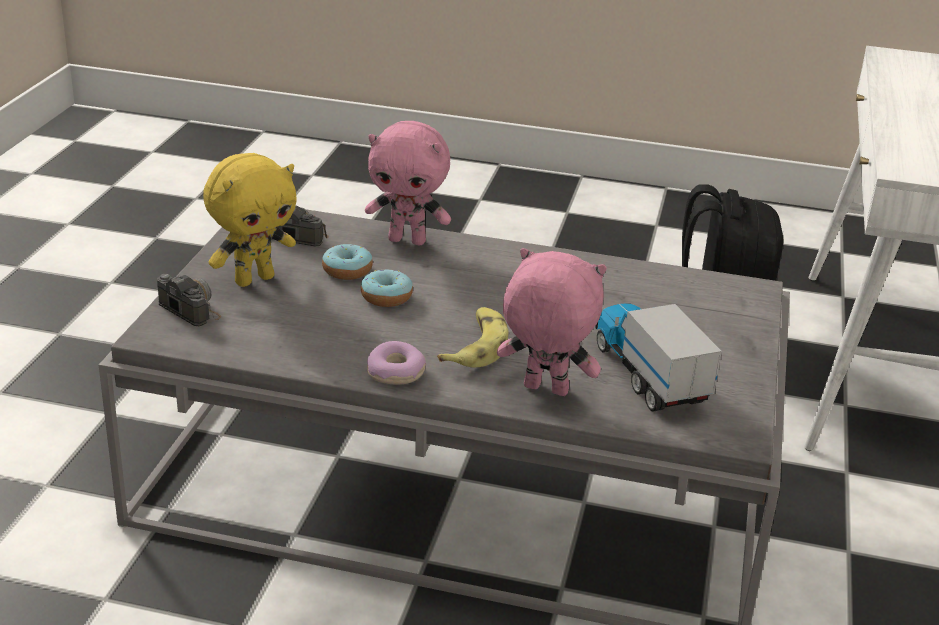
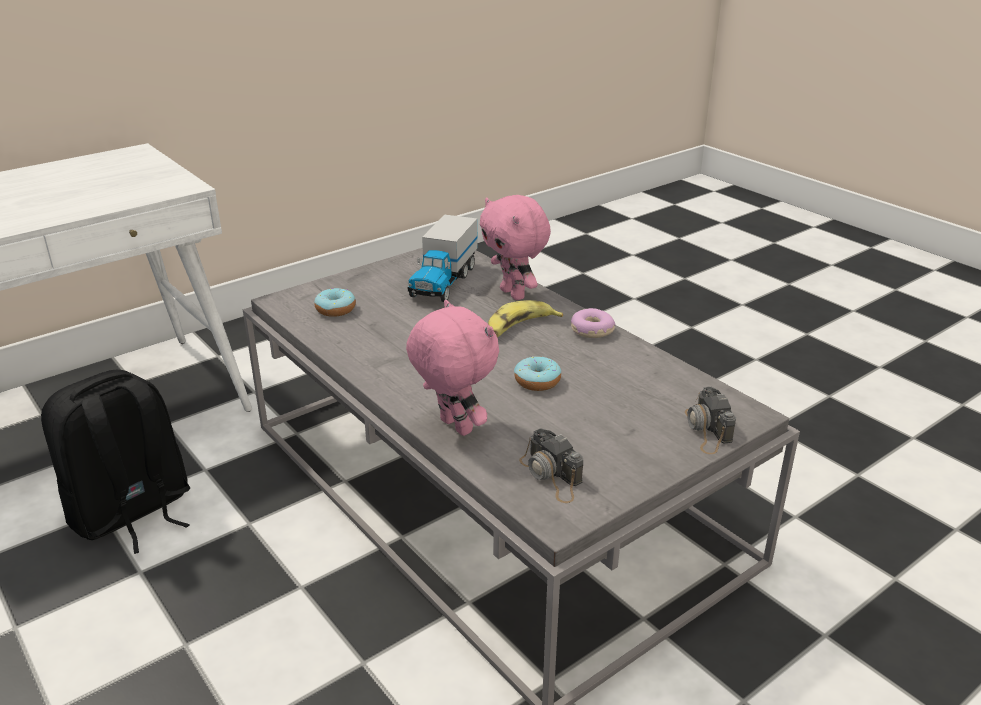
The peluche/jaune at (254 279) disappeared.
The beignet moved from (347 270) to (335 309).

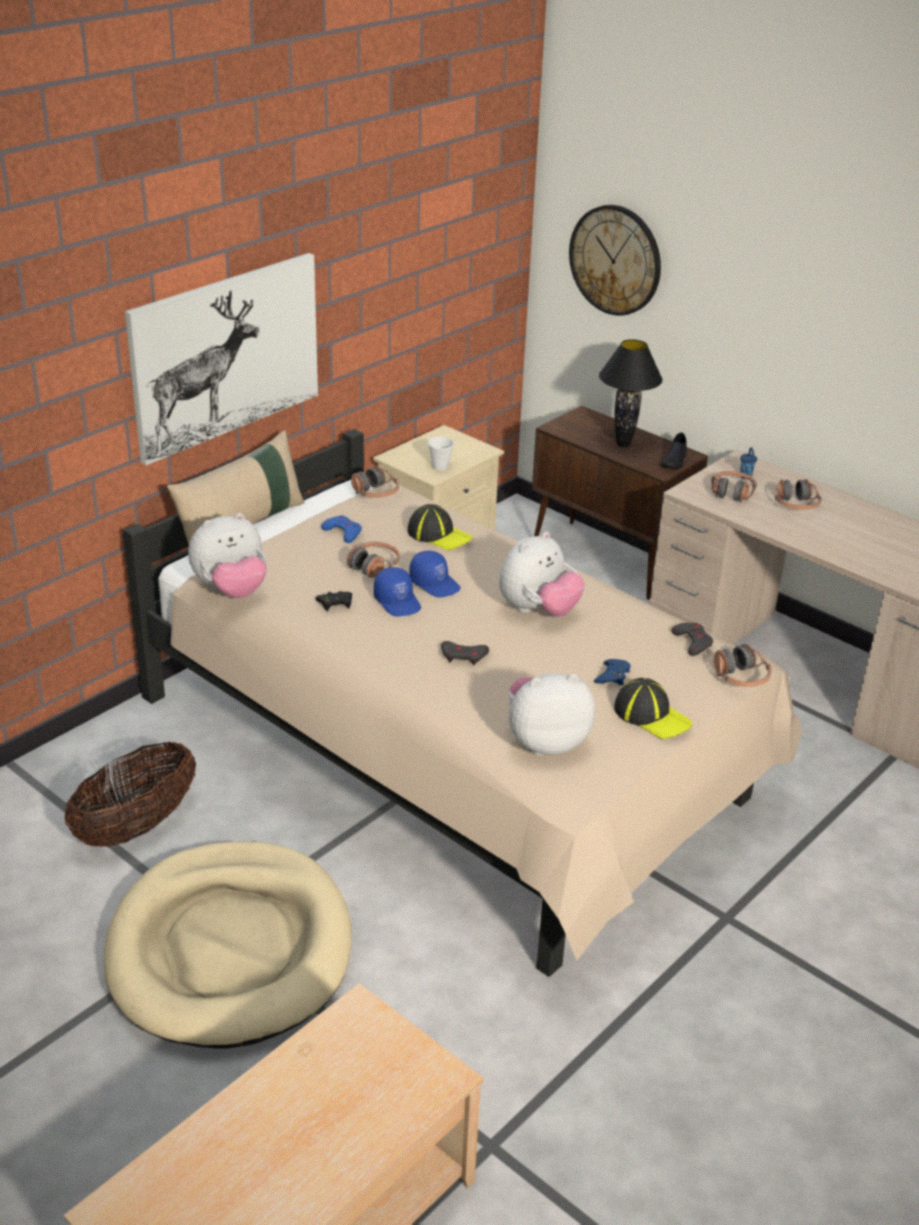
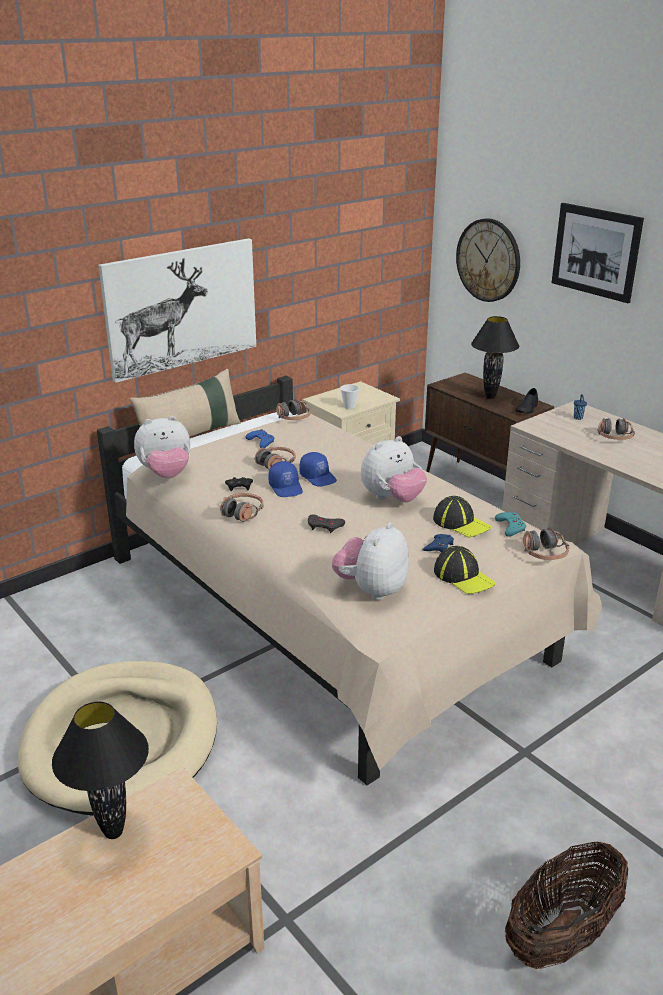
The casque audio moved from (731 493) to (242 513).
The casquette moved from (439 535) to (461 523).
The manette/gris at (692 642) became the manette/turquoise at (510 527).
The peluche at (545 741) turned 60 degrees counterclockwise.
The panier moved from (136 827) to (561 935).
The tableau at (596 252) appeared.
The lampe de table/noir at (112 833) appeared.

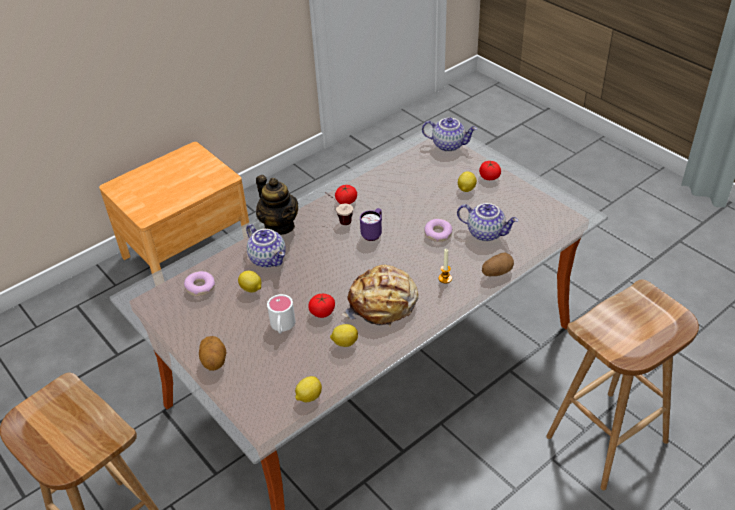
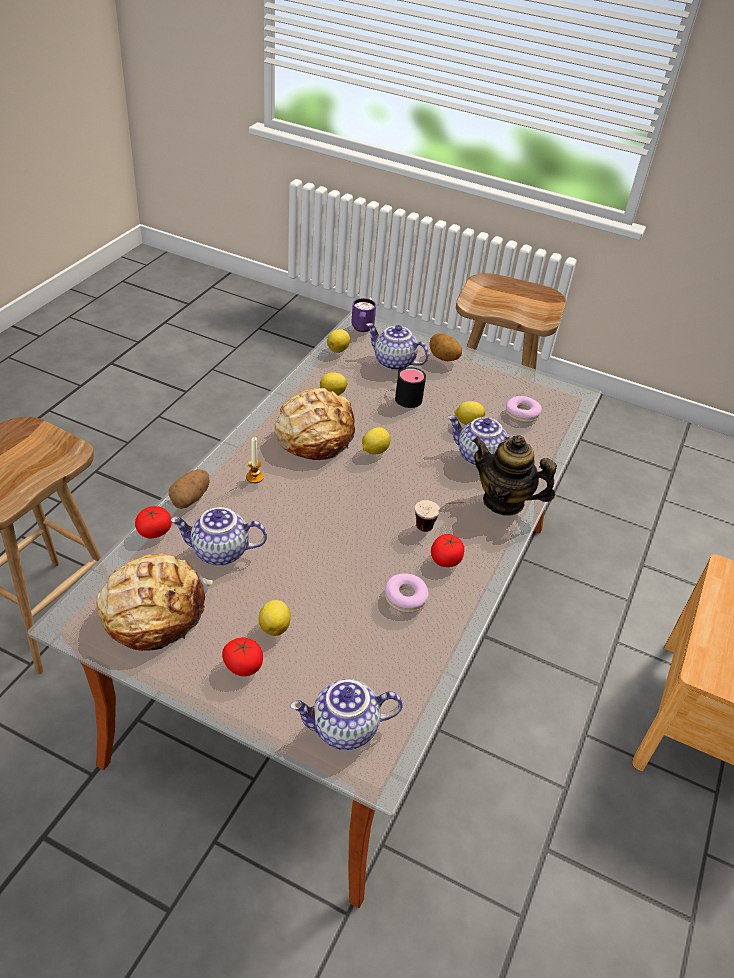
The mug/violet moved from (373 233) to (362 329).
The beignet moved from (438 234) to (405 597).
The mug/blanc at (282 326) became the mug/noir at (405 395).
The tomate moved from (322 312) to (154 531).
The théière at (393 362) appeared.
The citron at (374 451) appeared.
The pain at (153 611) appeared.

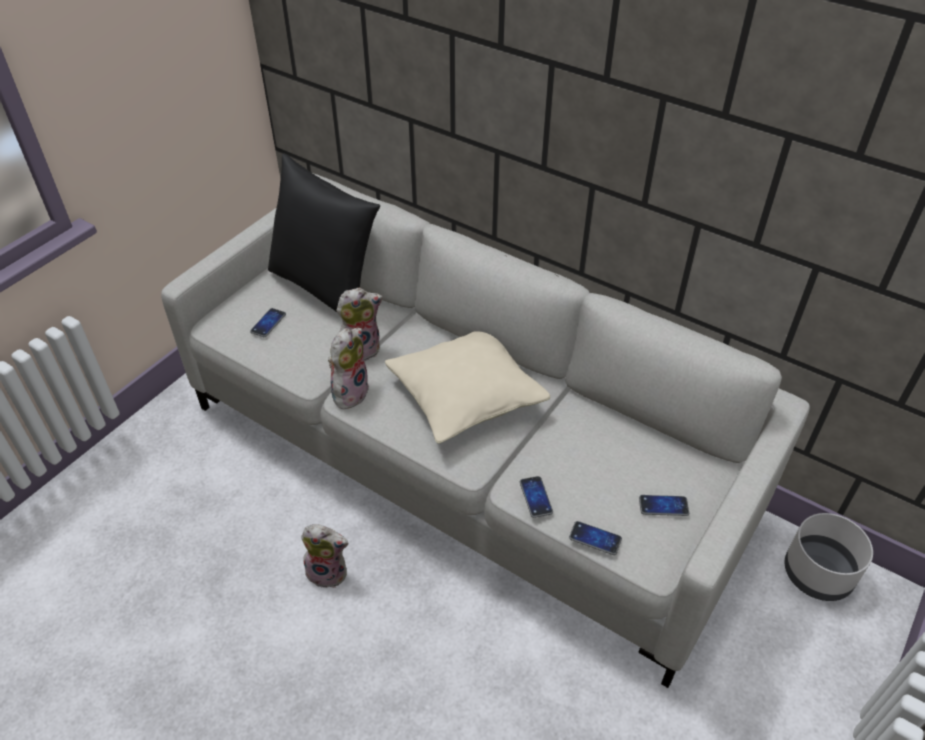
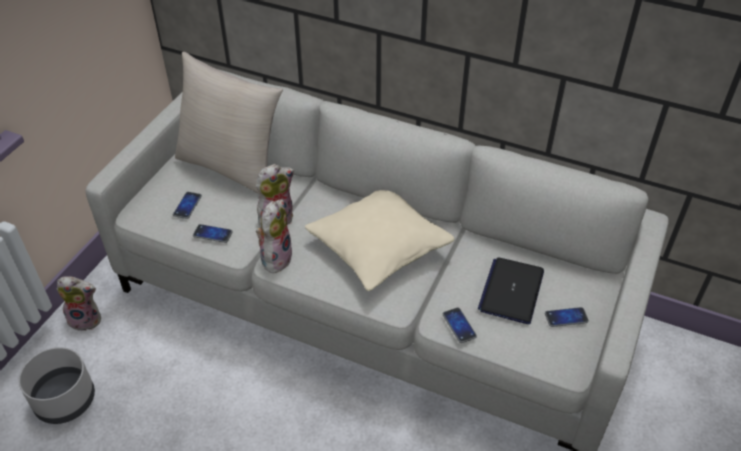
The coussin/noir at (326 287) became the coussin/beige at (232 167).
The cache-pot/gris moved from (818 573) to (66 400).
The téléphone moved from (595 538) to (212 234).
The peluche moved from (329 571) to (87 319).
The ordinateur portable at (511 291) appeared.

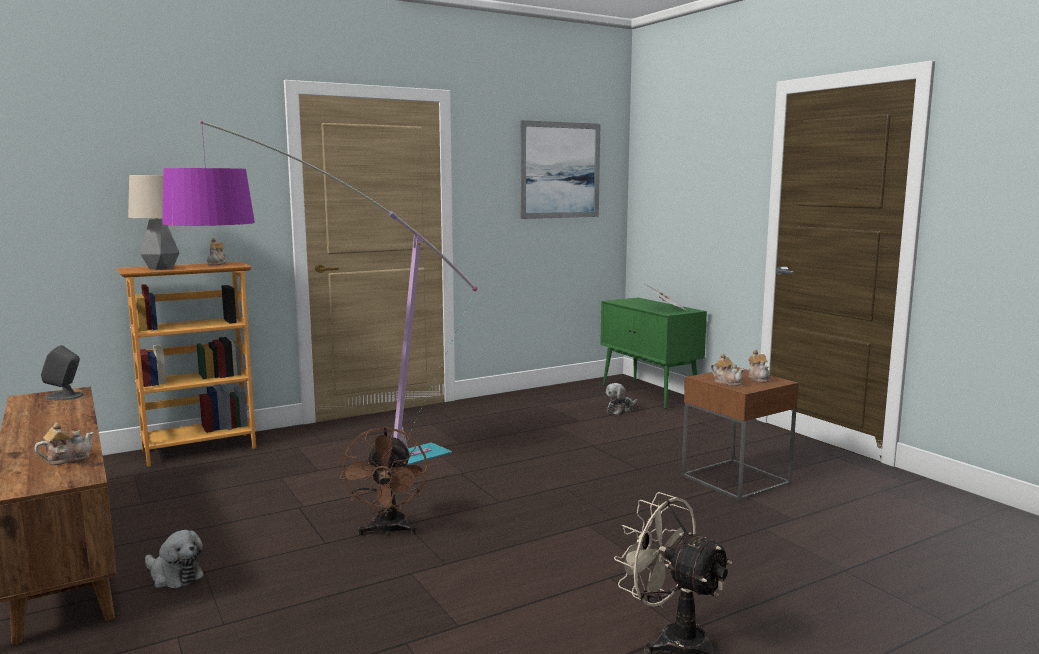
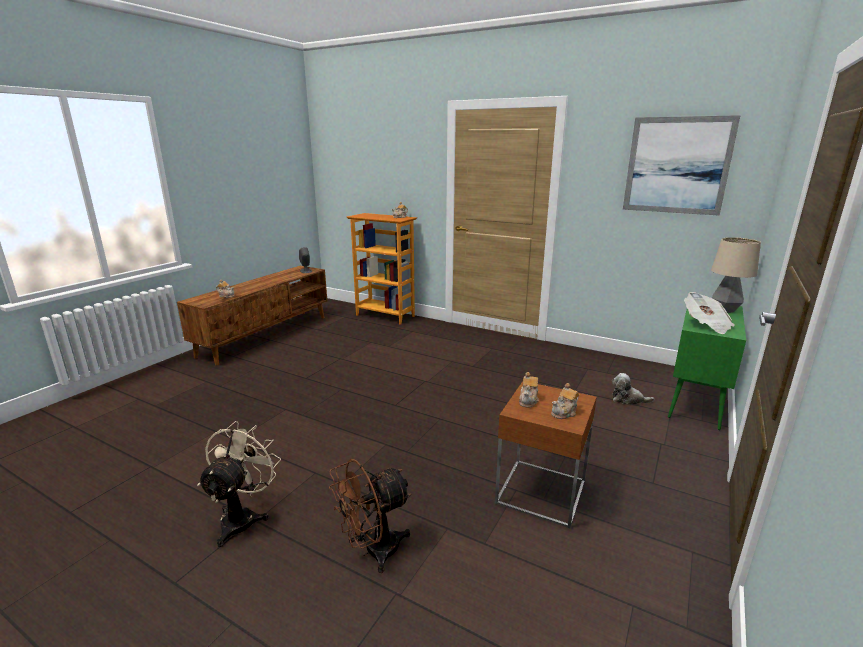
The lampadaire at (322 481) disappeared.
The lampe de table moved from (161 268) to (725 310).
The ventilateur/marron moved from (388 531) to (373 551).
The peluche at (174 576) disappeared.

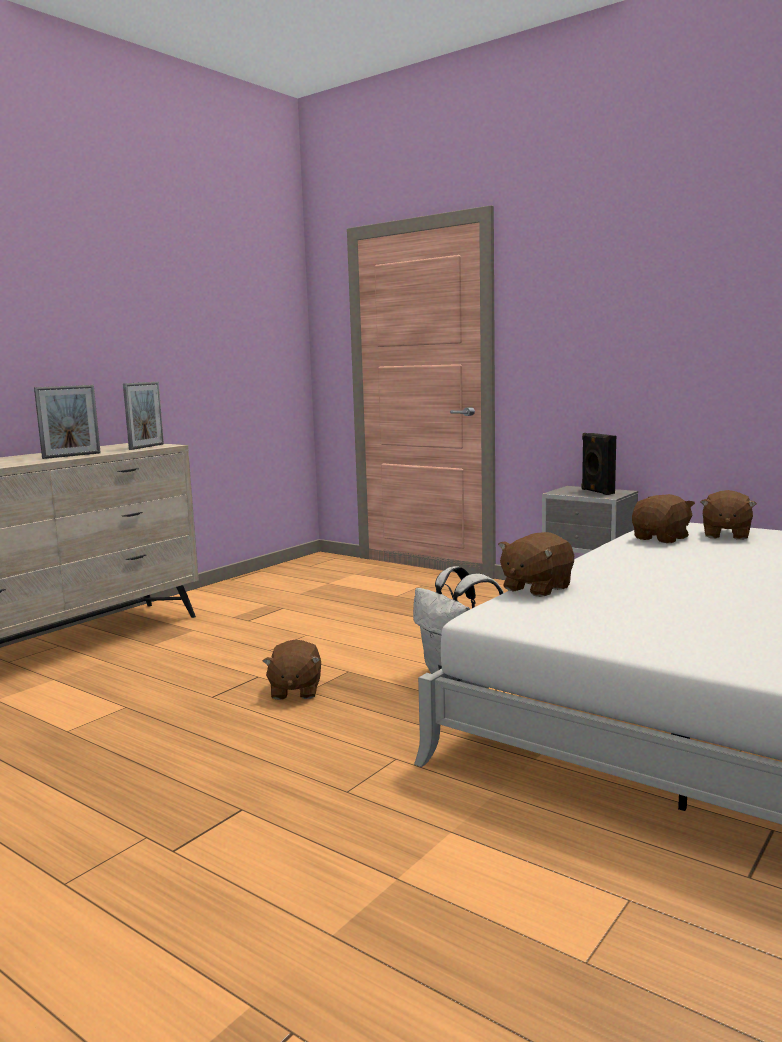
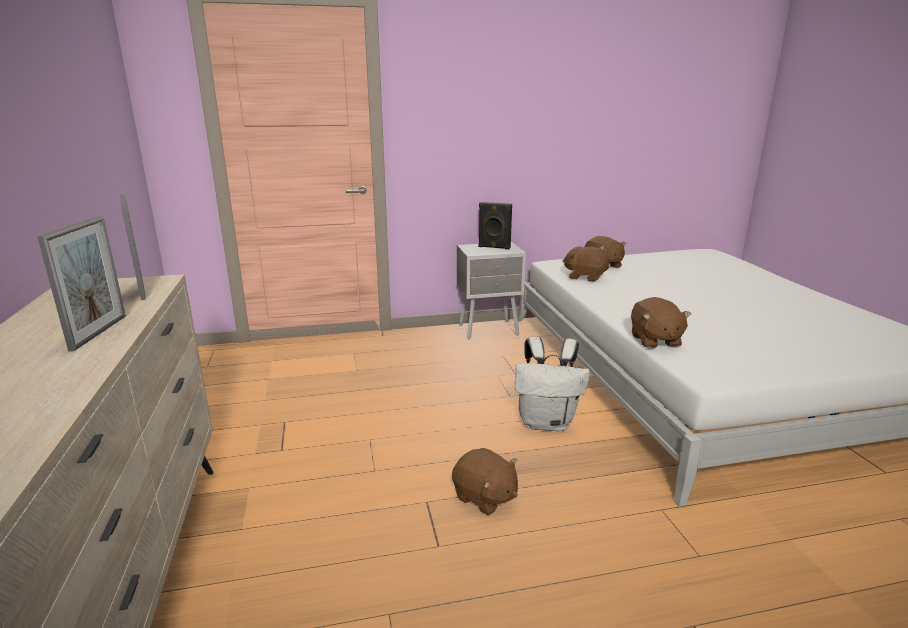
The peluche/marron at (661 538) turned 60 degrees counterclockwise.

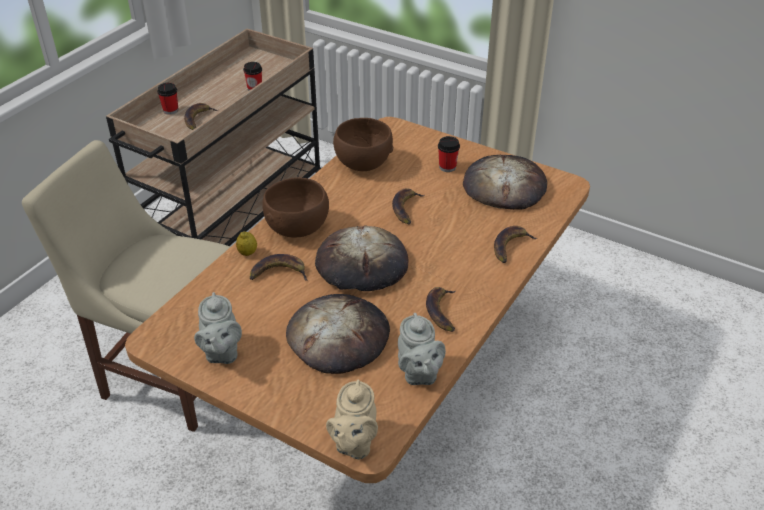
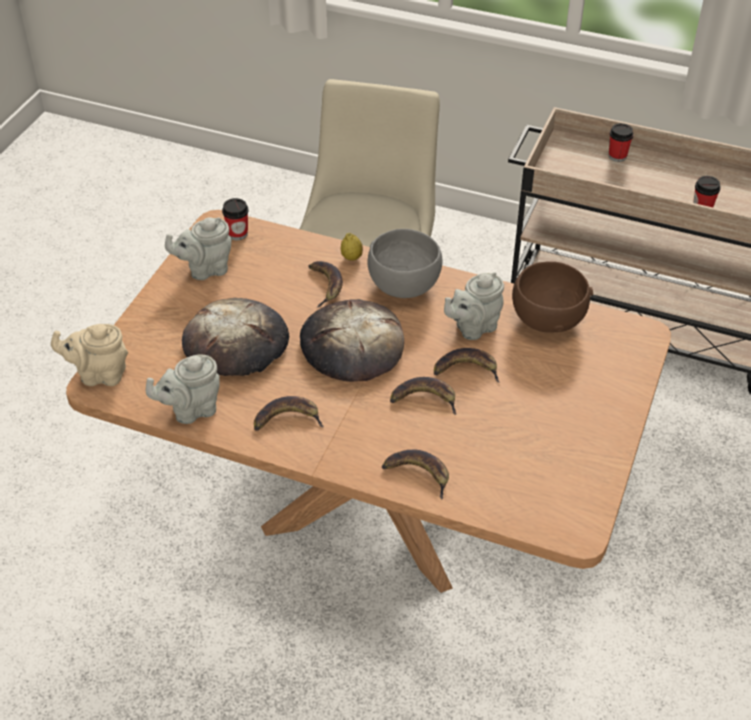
The banane moved from (198 119) to (424 399).
The tasse moved from (447 167) to (237 234).
The pain at (504 186) disappeared.
The bol/marron at (298 228) became the bol/gris at (403 286).
The théière/gris at (473 327) appeared.

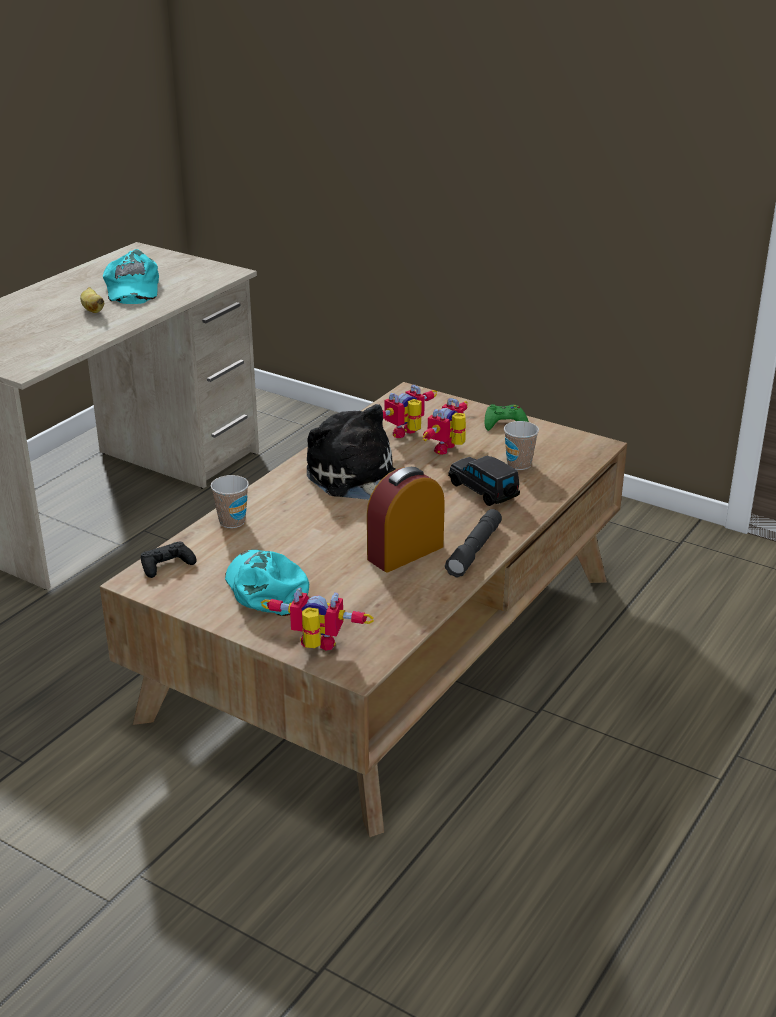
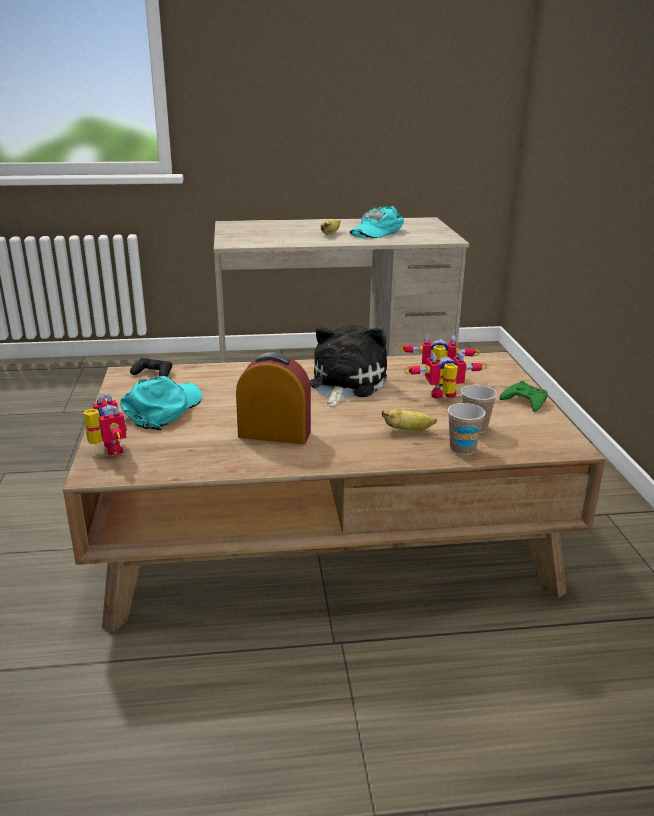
The petite voiture/noir at (484 492) was replaced by the banane at (408 430).
The tasse moved from (232 522) to (462 449).
The lampe de poche/gris at (474 550) disappeared.

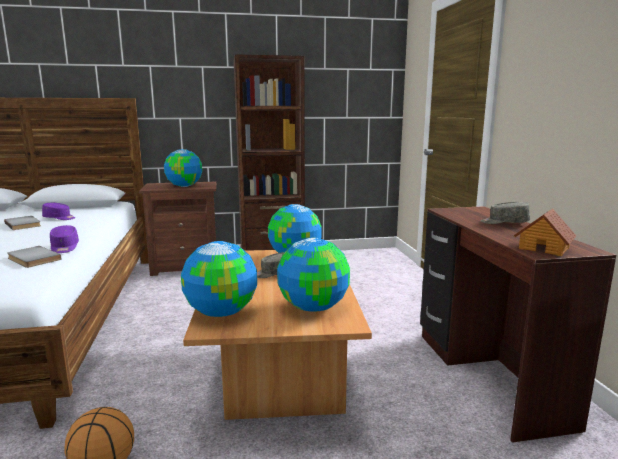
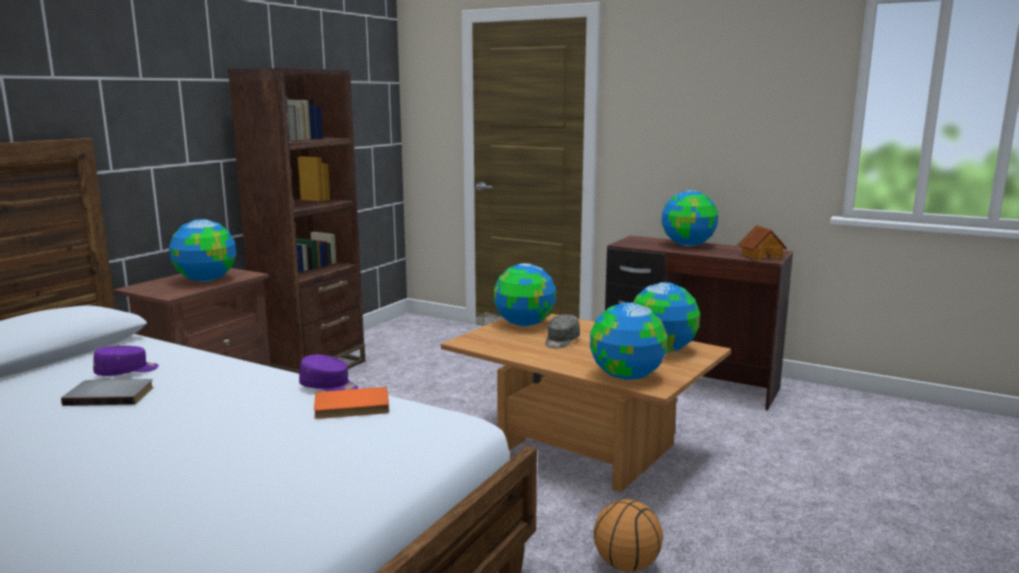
The casquette/gris at (504 223) was replaced by the globe at (688 245).
The livre/gris at (32 259) became the livre/orange at (352 407).

